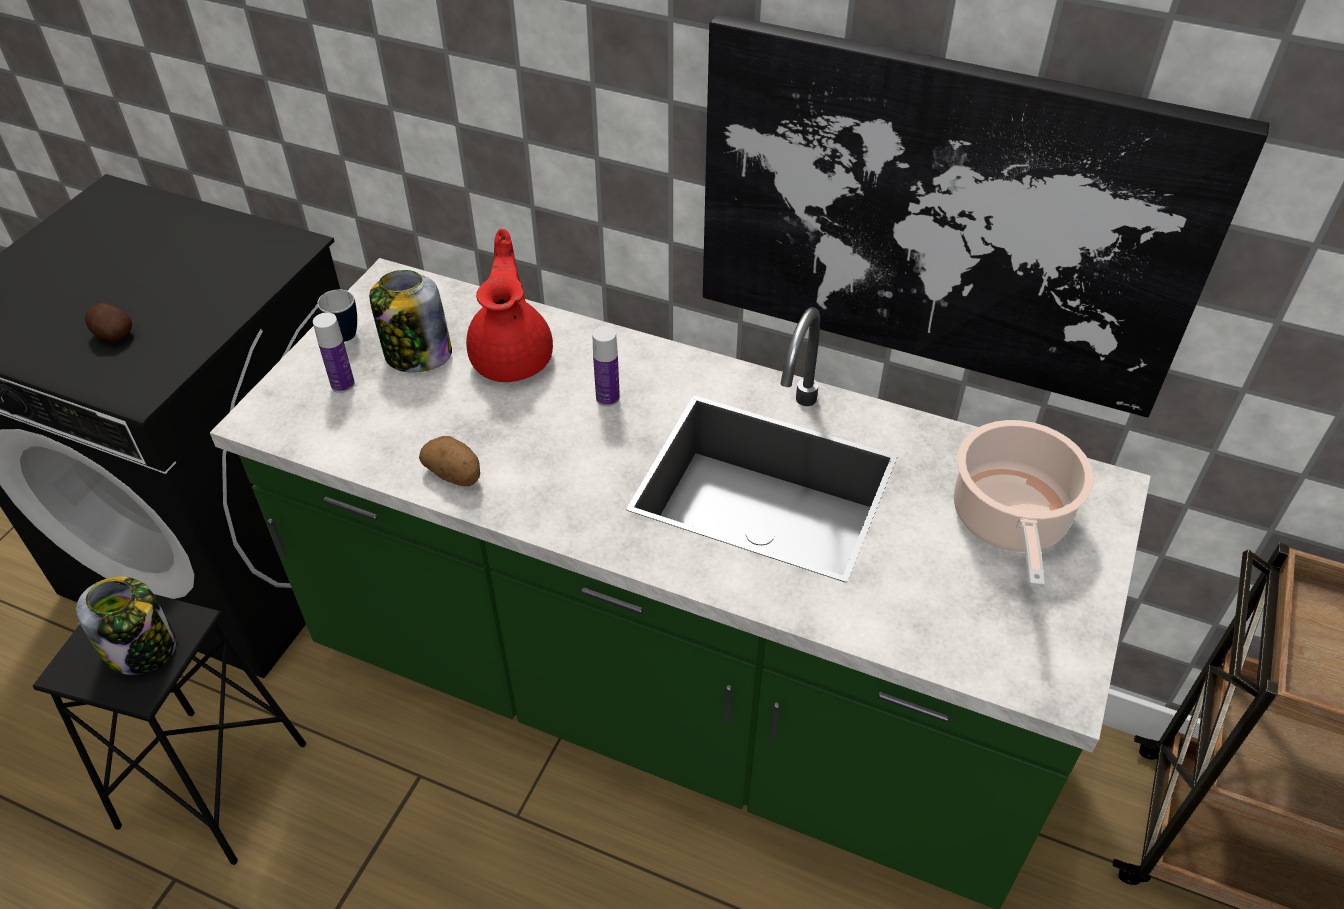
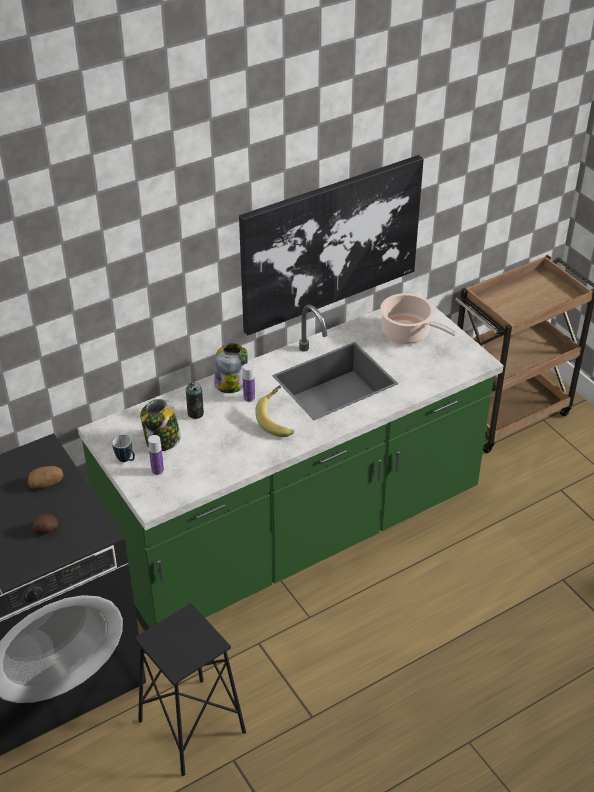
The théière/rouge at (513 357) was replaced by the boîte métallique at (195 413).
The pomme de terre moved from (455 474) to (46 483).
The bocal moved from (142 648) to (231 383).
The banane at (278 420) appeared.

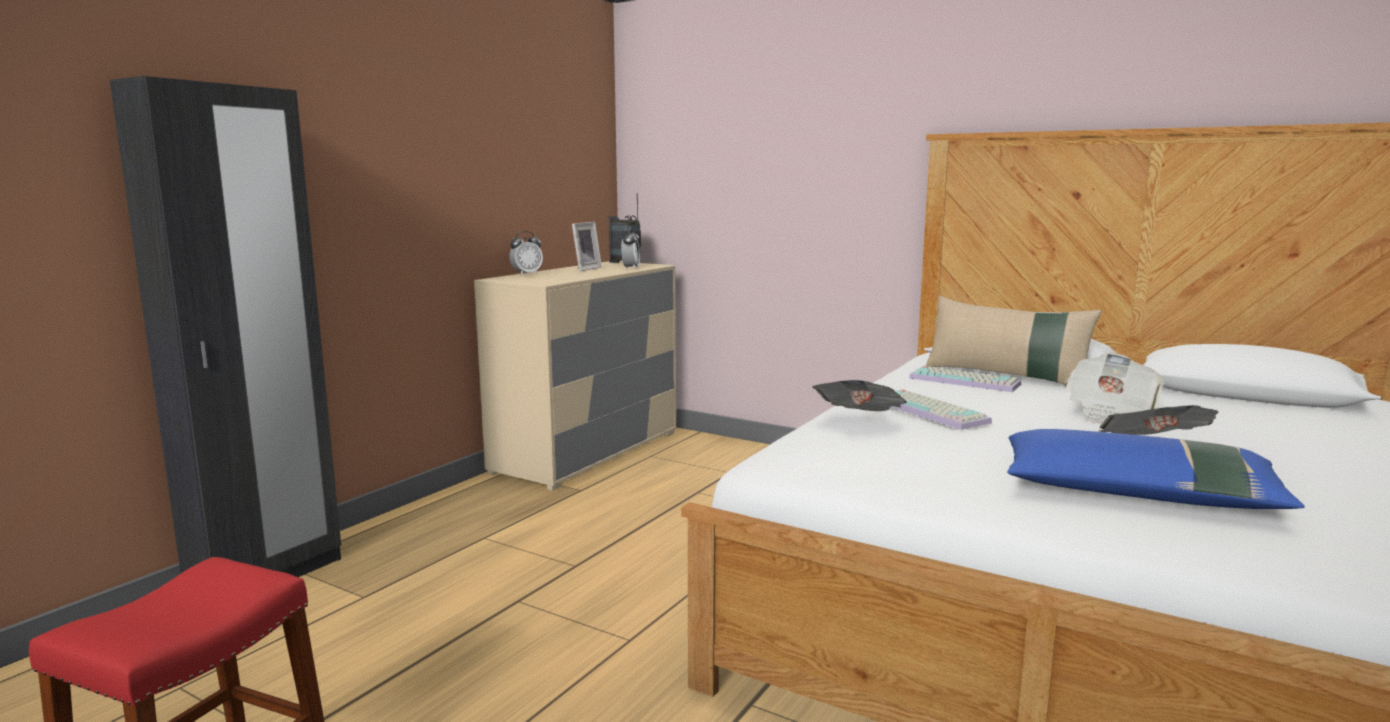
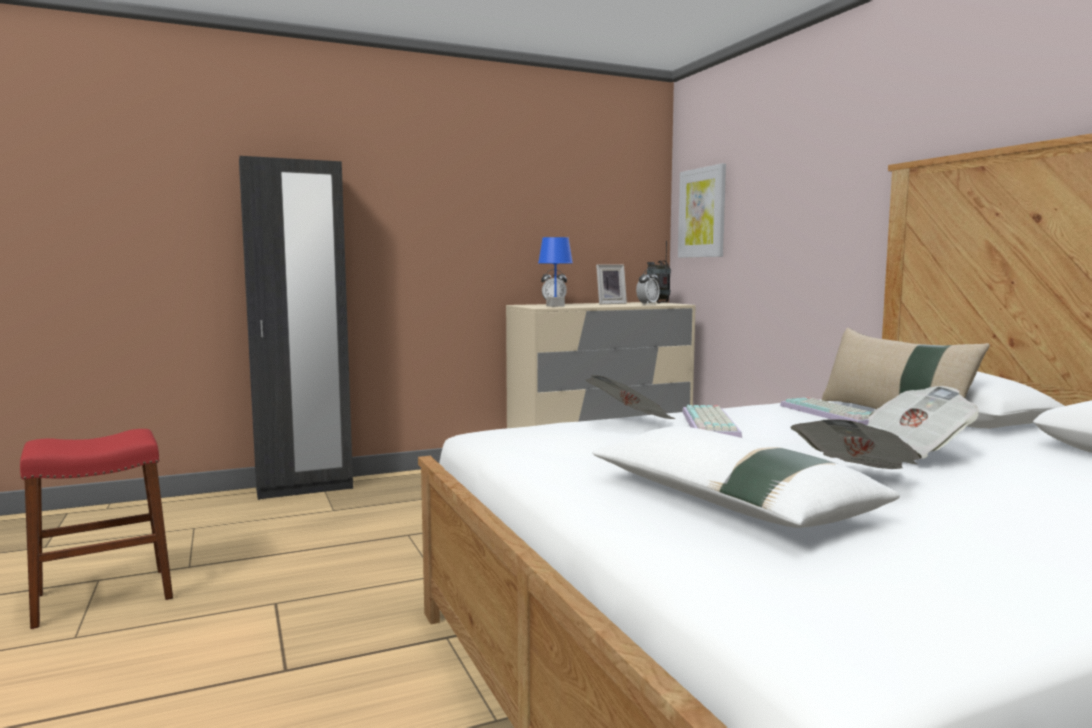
The coussin/bleu at (1138 494) became the coussin/blanc at (728 501).
The tableau at (702 213) appeared.
The lampe de table/bleu at (555 306) appeared.

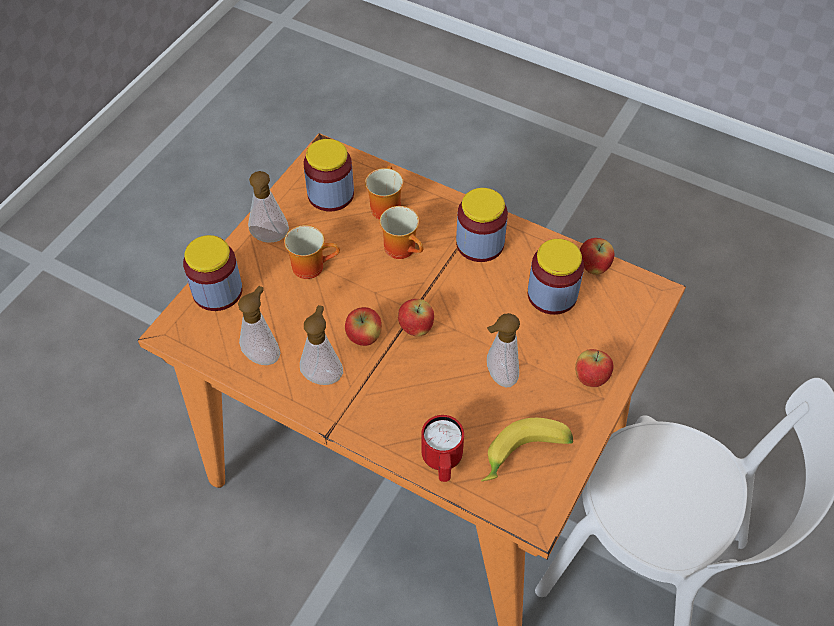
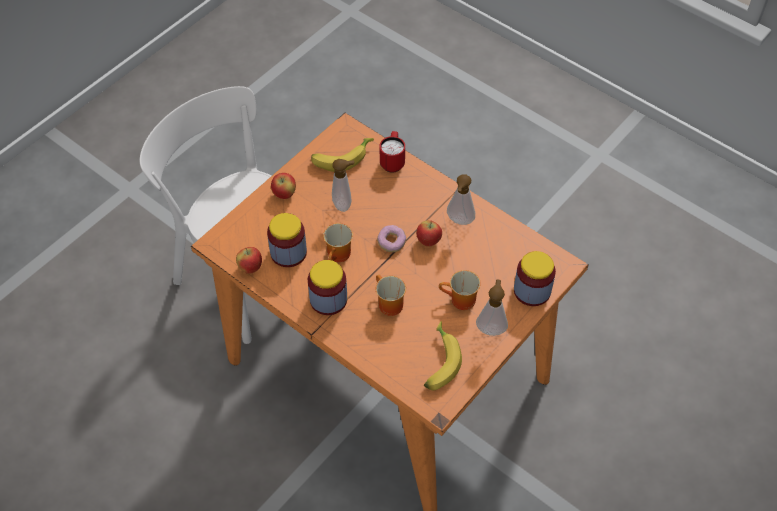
The bocal at (330 194) was replaced by the banane at (438 362).
The mug moved from (383 206) to (339 256).
The distributeur de savon at (263 354) disappeared.
The pomme at (416 328) was replaced by the beignet at (391 242).

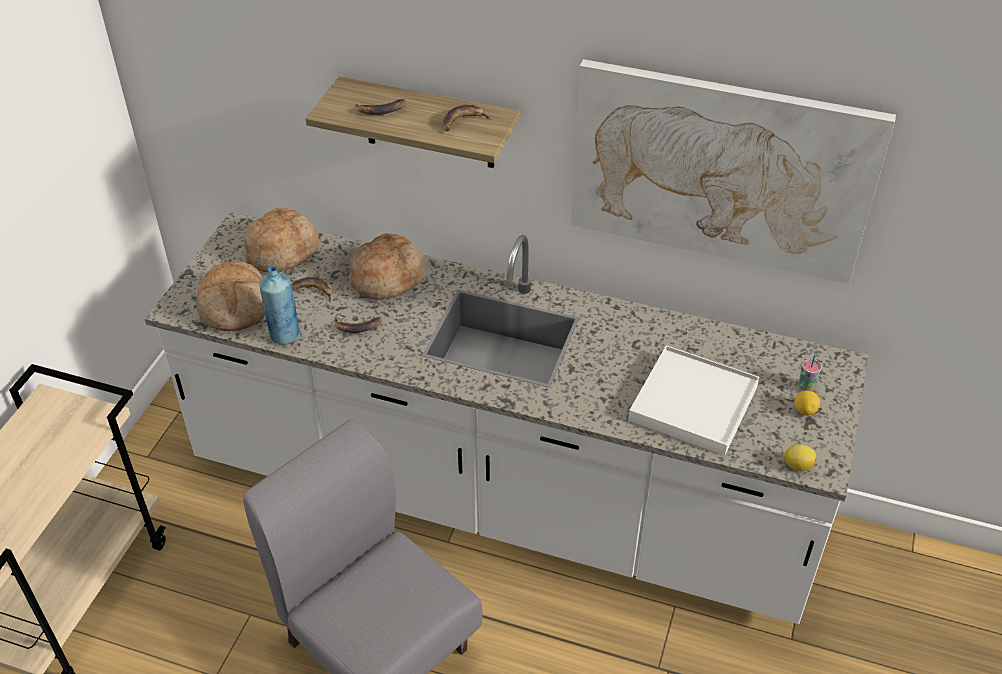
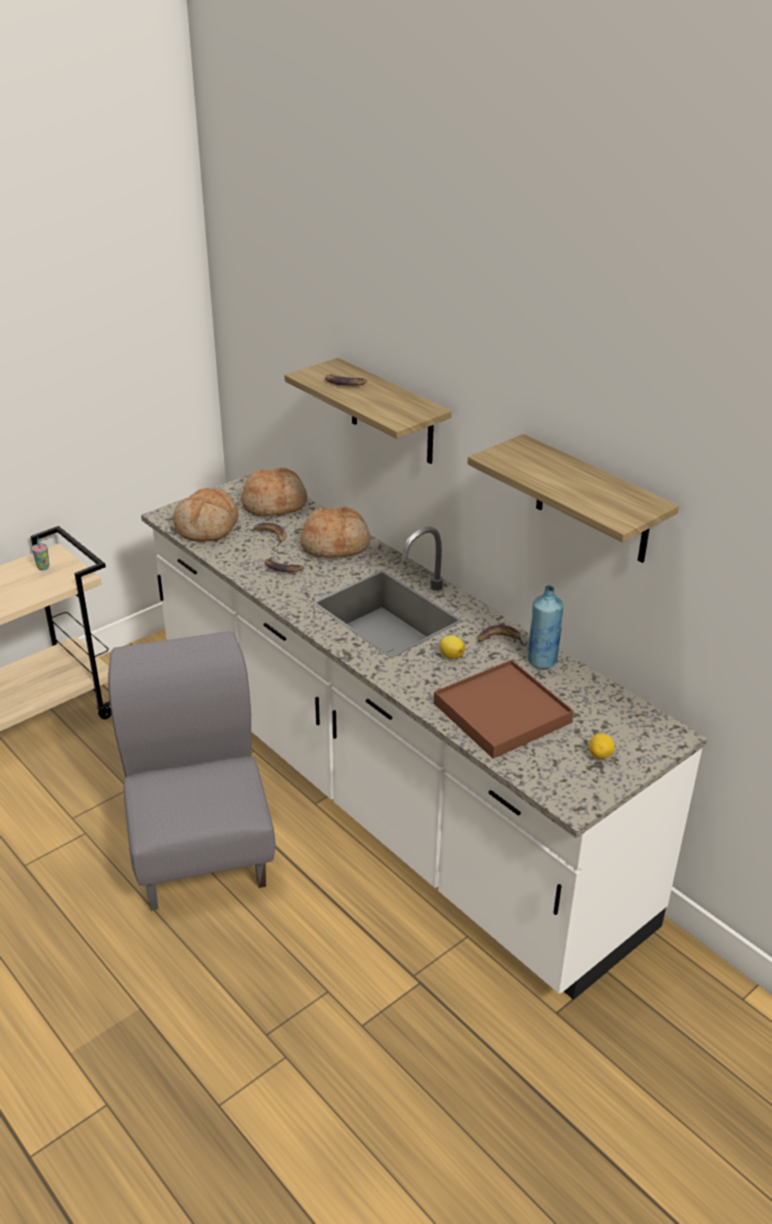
The tableau at (720 171) was replaced by the étagère at (593 501).
The banane moved from (463 122) to (499 639).
The bouteille/bleu moved from (284 335) to (542 661).
The plateau/blanc at (693 404) became the plateau/marron at (501 713).
The tasse moved from (806 387) to (43 567).
The citron moved from (797 465) to (451 656).

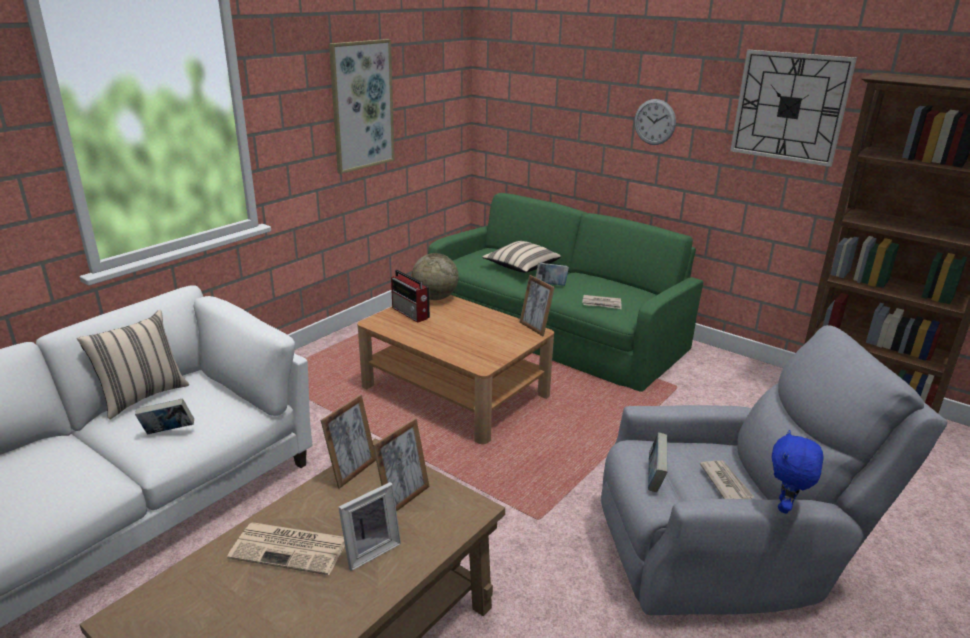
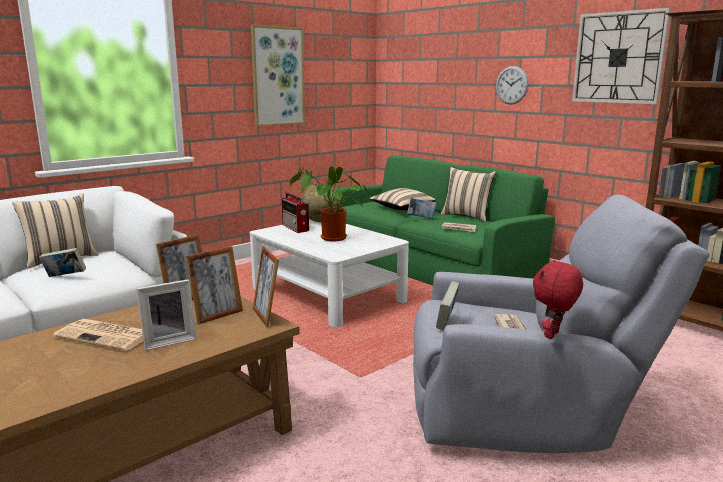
The cadre photo moved from (535 328) to (266 316).
The table basse/marron at (455 391) became the table basse/blanc at (328 294).
The peluche/bleu at (785 507) became the peluche/rouge at (553 335).
The plante en pot at (331 239) appeared.
The coussin/beige at (466 216) appeared.

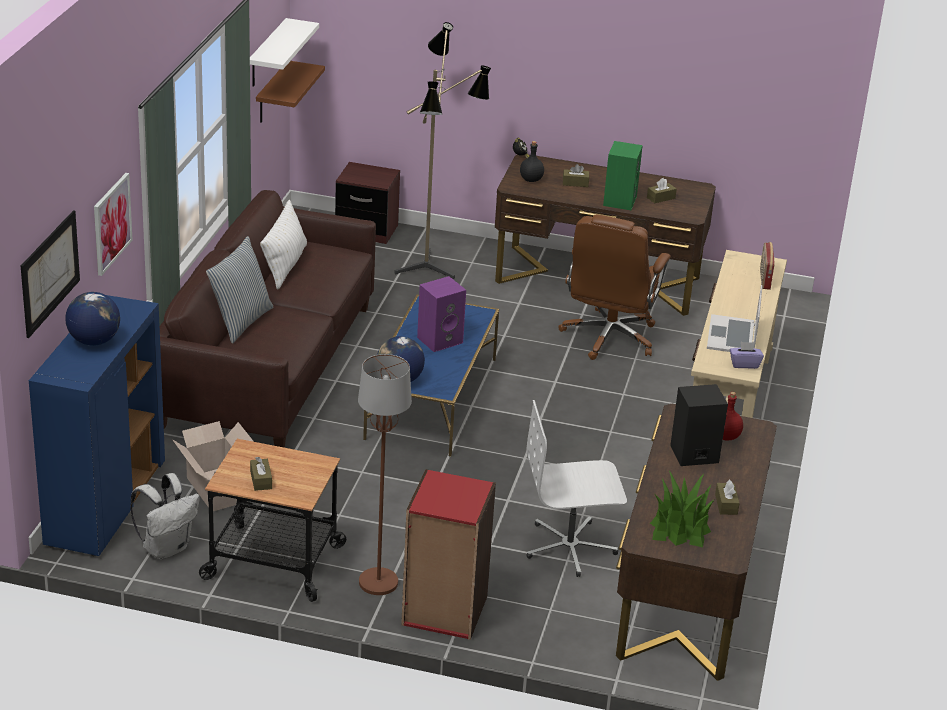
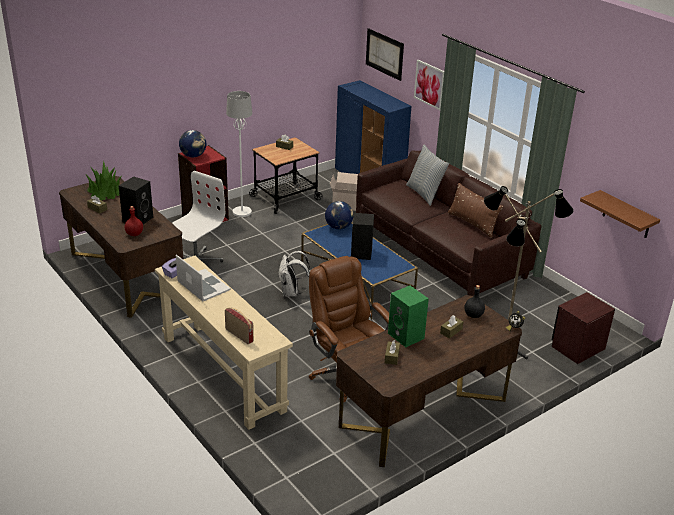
The étagère/blanc at (267 53) disappeared.
The coussin/blanc at (285 265) became the coussin/marron at (472 224).
The enceinte/violet at (440 339) became the enceinte/noir at (362 253).
The globe moved from (94 341) to (193 156).
The lampadaire/marron at (378 582) became the lampadaire/blanc at (242 212).
The sac à dos/blanc moved from (166 548) to (291 293).

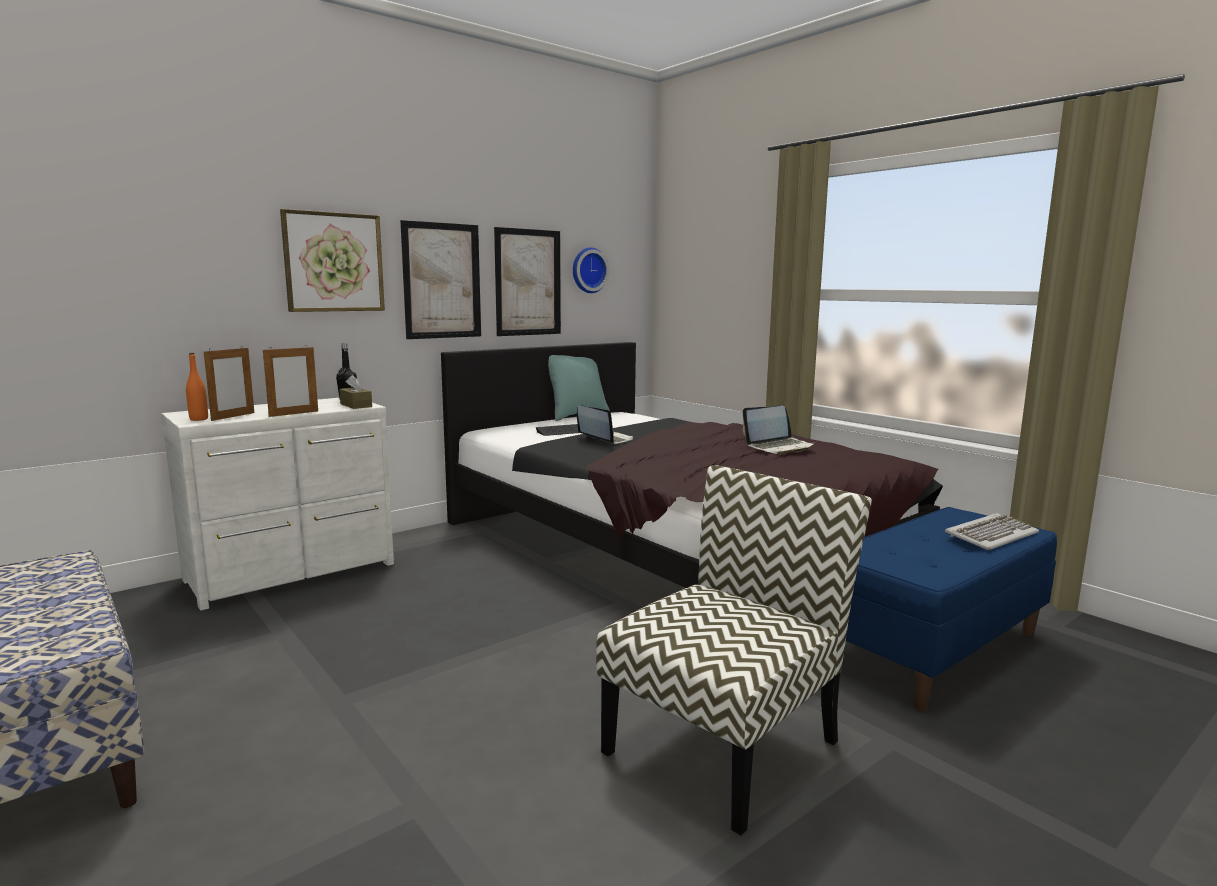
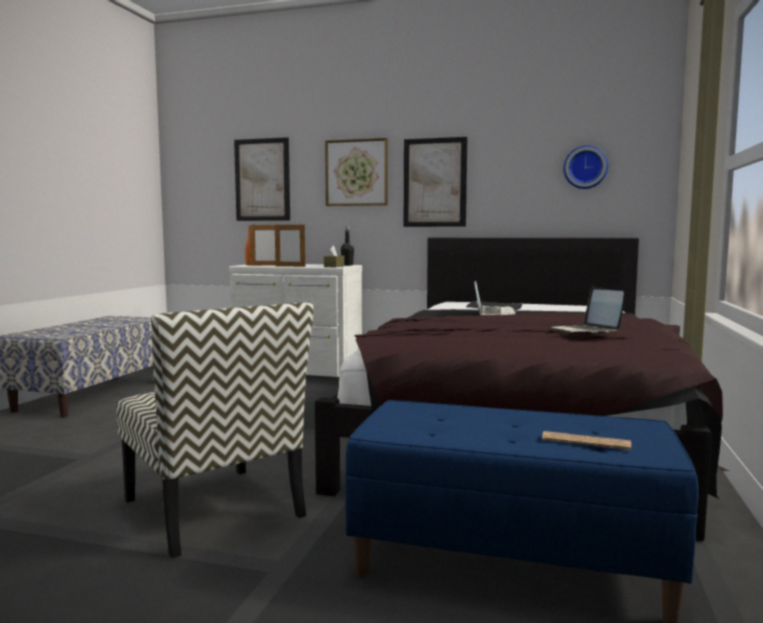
The tableau moved from (528 282) to (262 180).
The coussin/turquoise at (576 415) disappeared.
The ordinateur portable at (779 447) turned 45 degrees clockwise.
The chaise at (723 744) turned 45 degrees clockwise.
The clavier at (990 535) was replaced by the journal at (585 442).

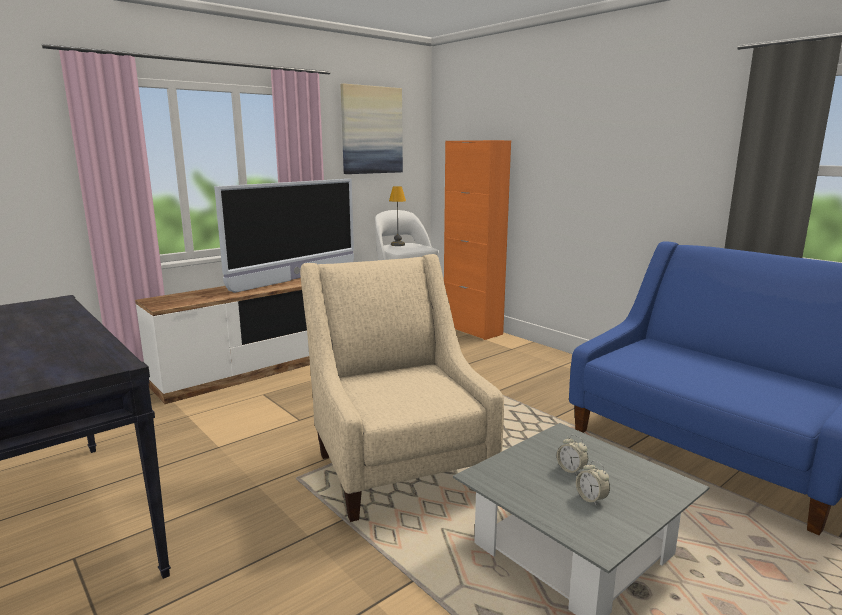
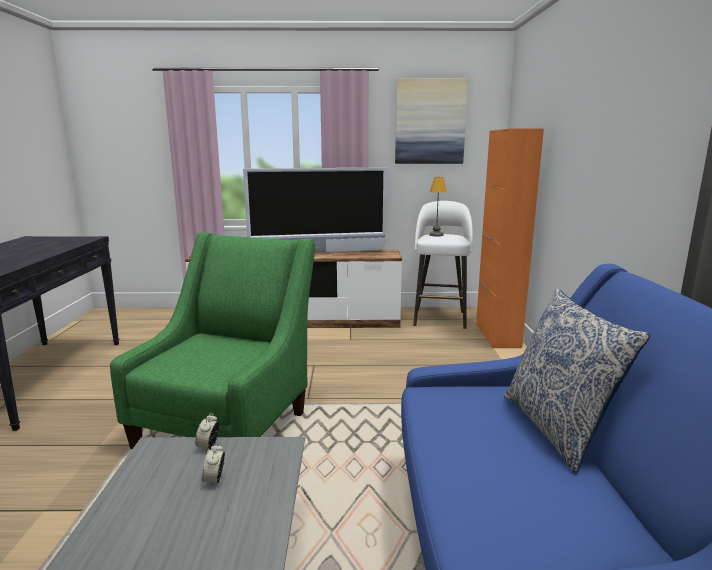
The fauteuil/beige at (398 464) became the fauteuil/vert at (230 423).
The réveil moved from (591 499) to (208 446).
The coussin at (557 429) appeared.

